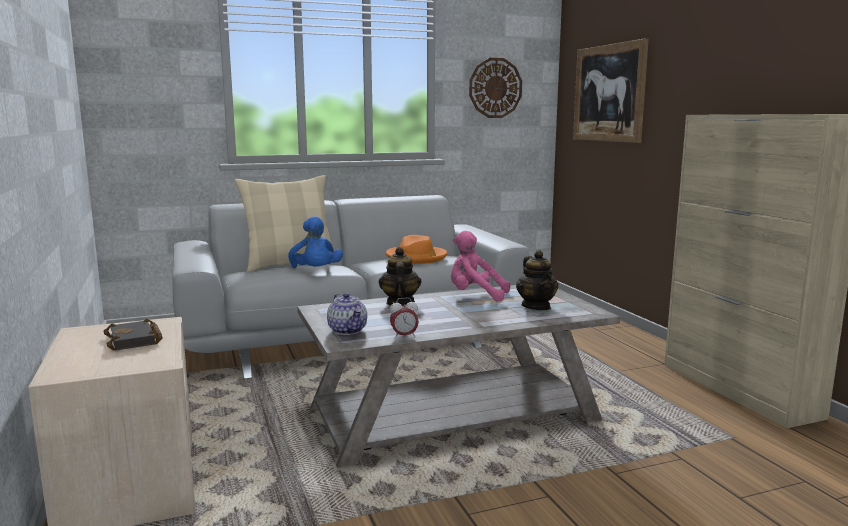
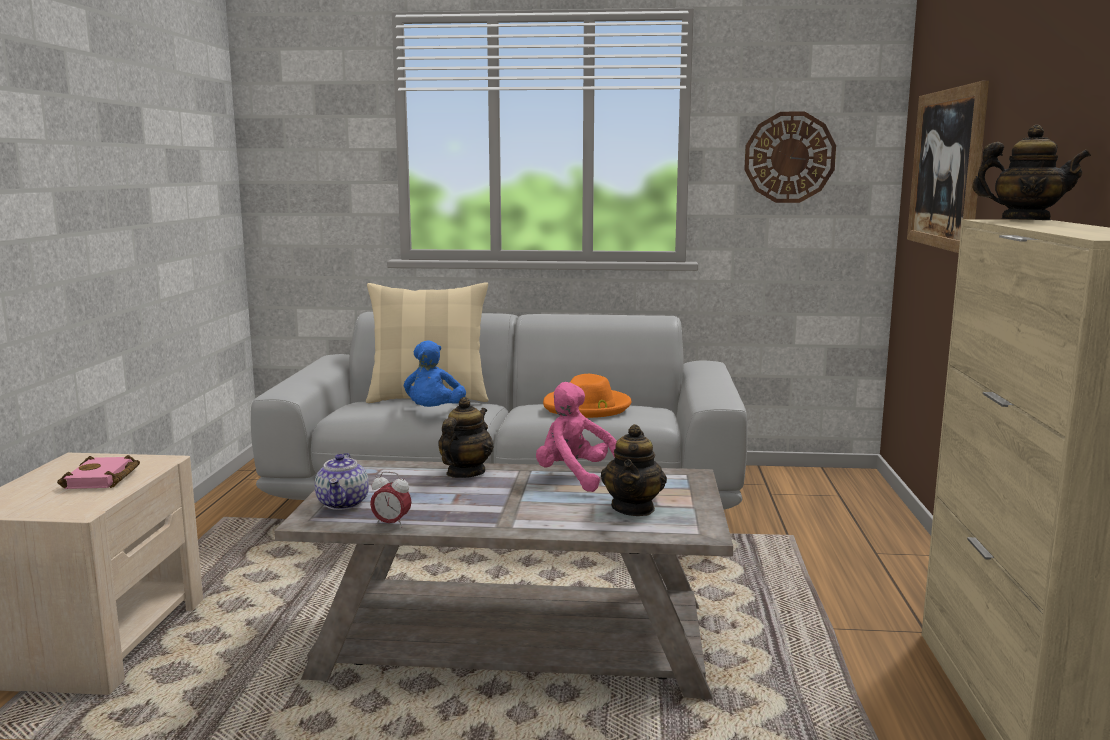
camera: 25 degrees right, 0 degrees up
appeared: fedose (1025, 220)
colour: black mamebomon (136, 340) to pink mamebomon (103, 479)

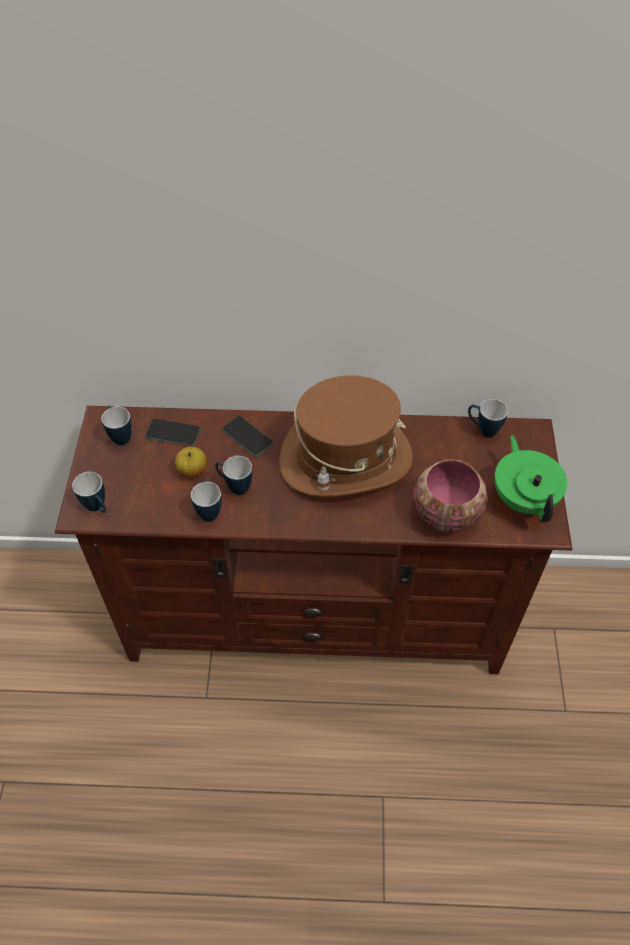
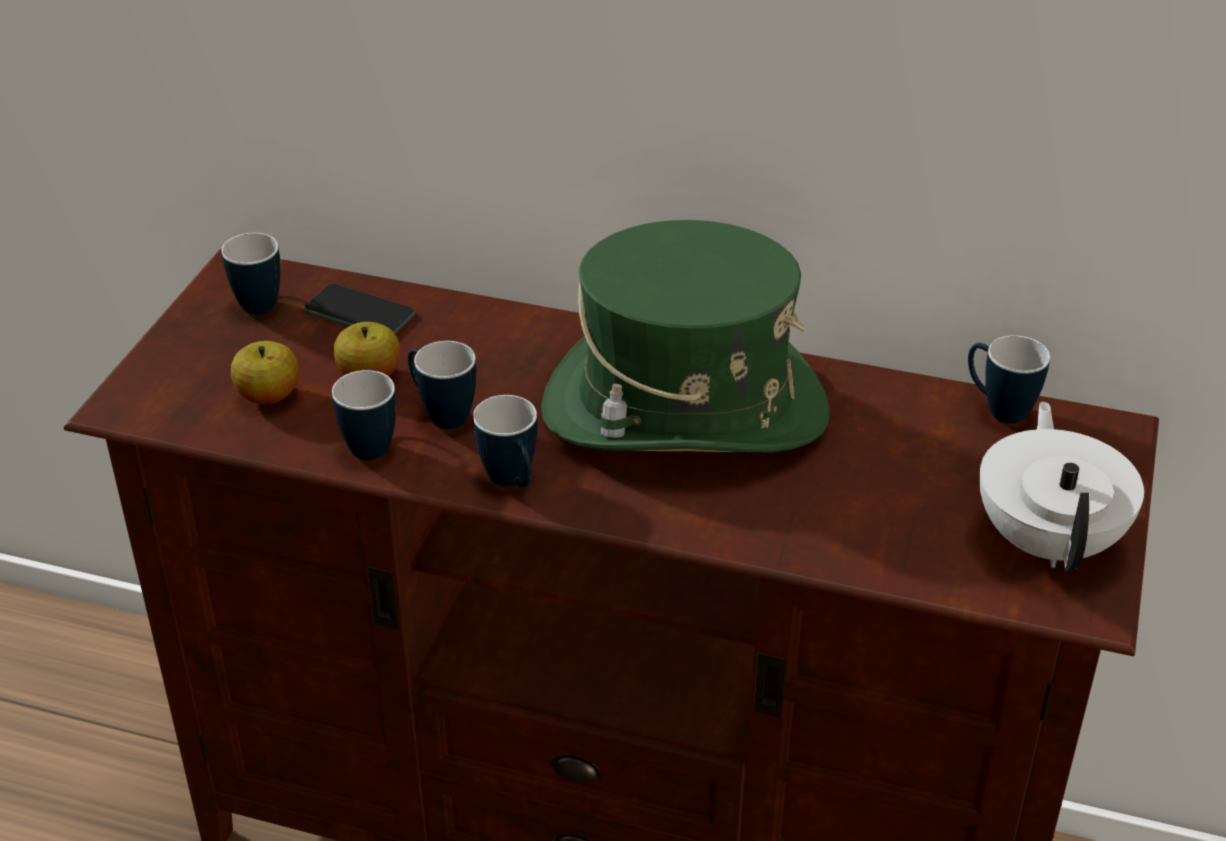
camera: 15 degrees right, 15 degrees down
missing: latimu (247, 437); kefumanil (444, 512)
appeared: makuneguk (268, 396)
relocated: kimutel (98, 508) to (513, 483)
colour: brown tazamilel (346, 460) to green tazamilel (684, 410); green fedose (523, 498) to white fedose (1049, 540)

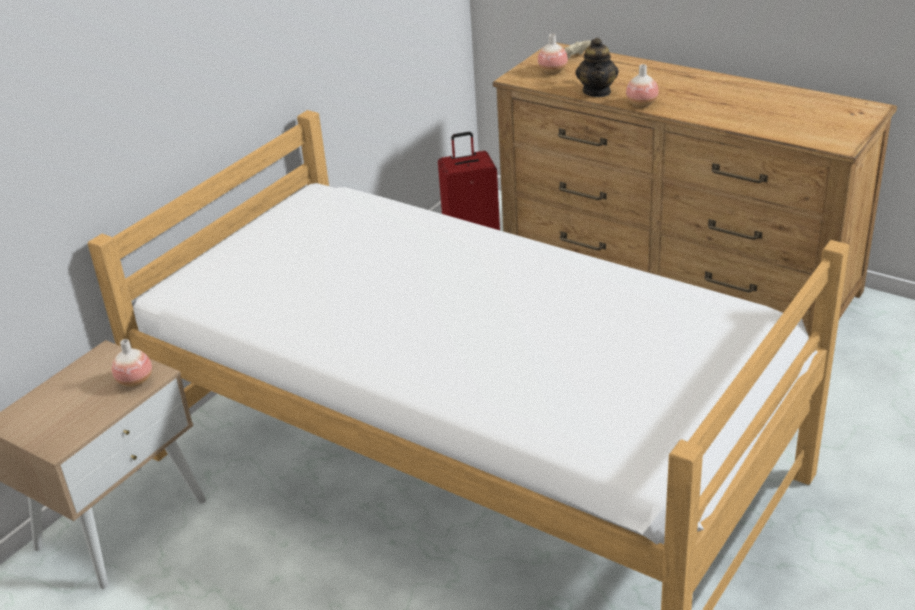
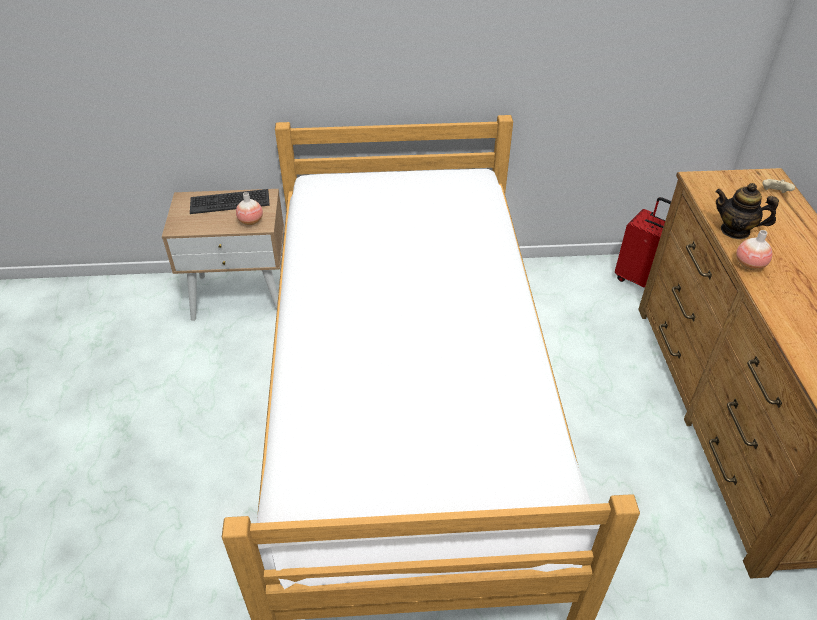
camera: 50 degrees right, 10 degrees up
missing: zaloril (552, 71)
appeared: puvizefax (230, 202)
spun: fedose (597, 91) = (735, 230) 60 degrees clockwise

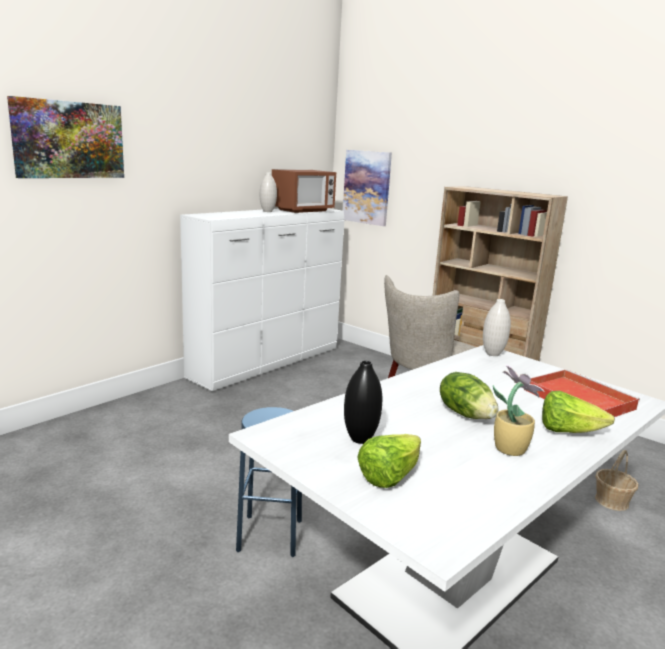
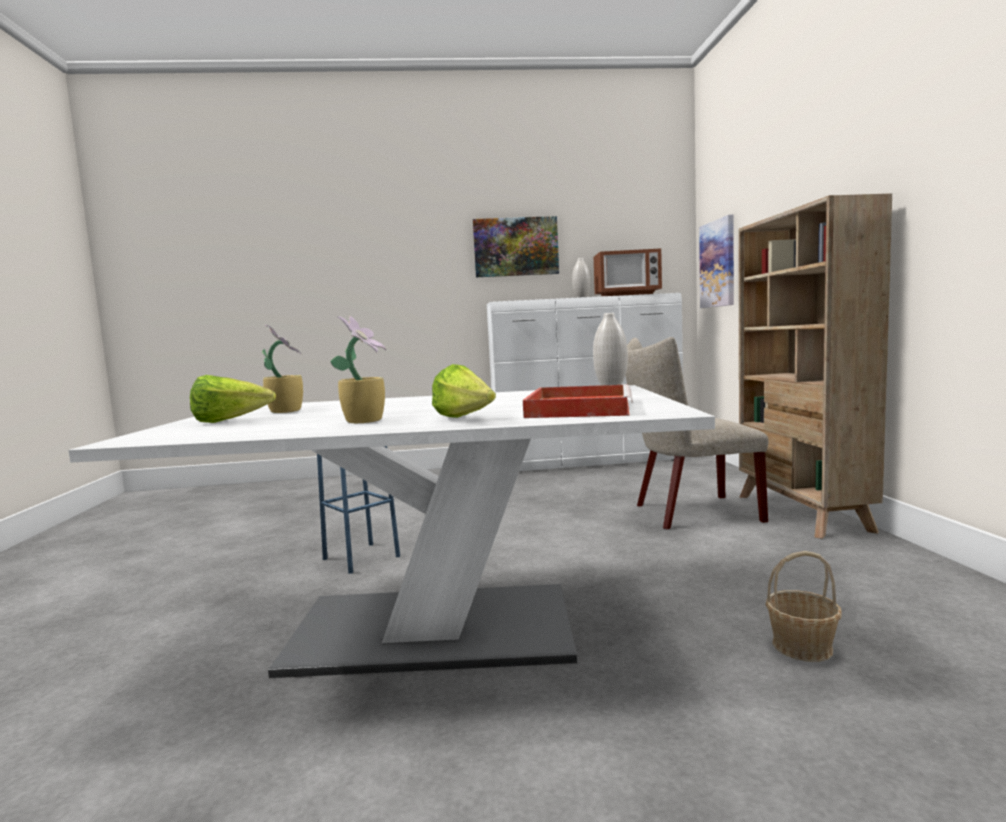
camera: 45 degrees right, 10 degrees down
missing: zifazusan (466, 414)
relocated: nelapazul (69, 140) to (515, 247)
exchanged: black zaloril (360, 439) to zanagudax (286, 411)

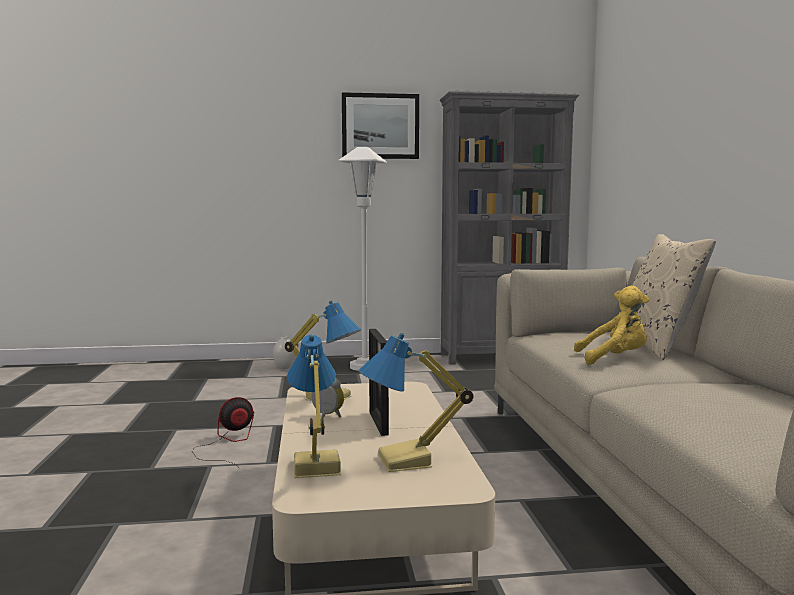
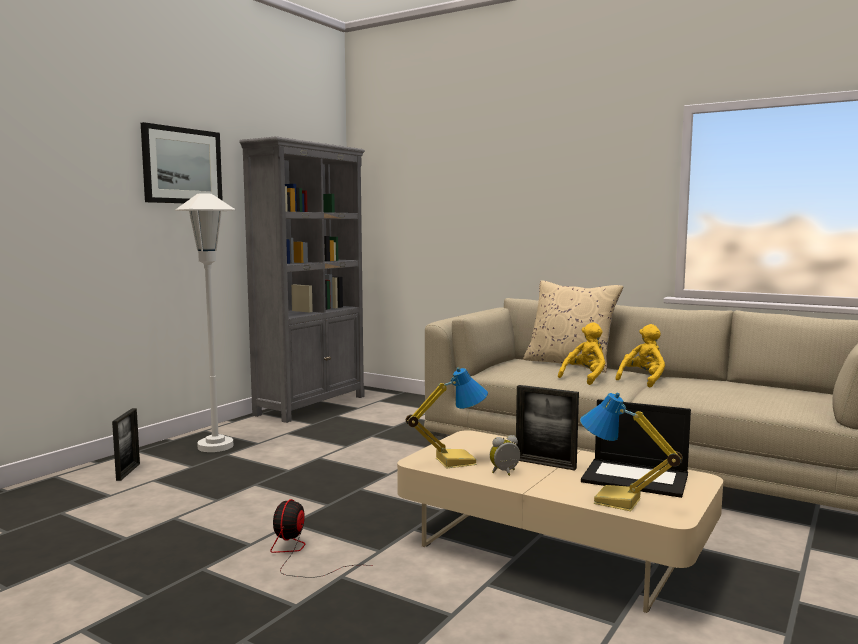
camera: 50 degrees left, 0 degrees up
appeared: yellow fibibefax (643, 380)
exchanged: white zaloril (285, 367) to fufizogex (128, 472); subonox (405, 462) to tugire (636, 478)

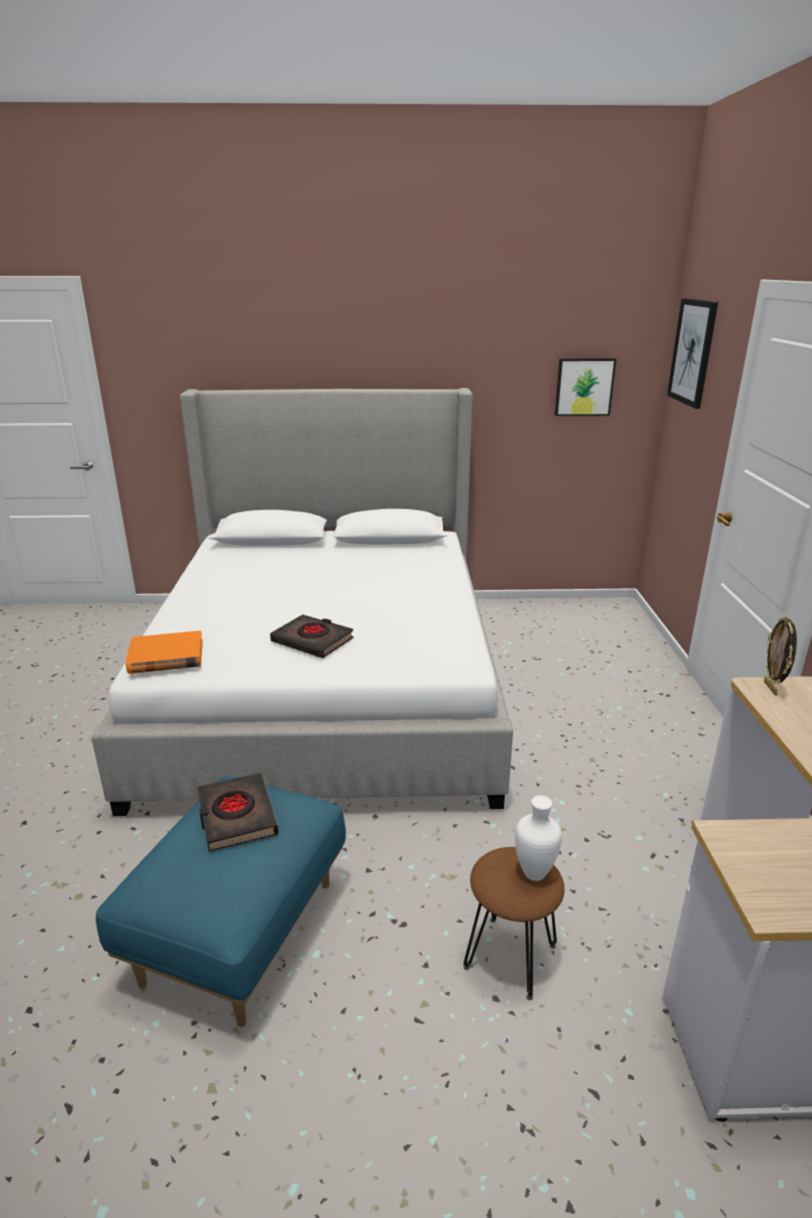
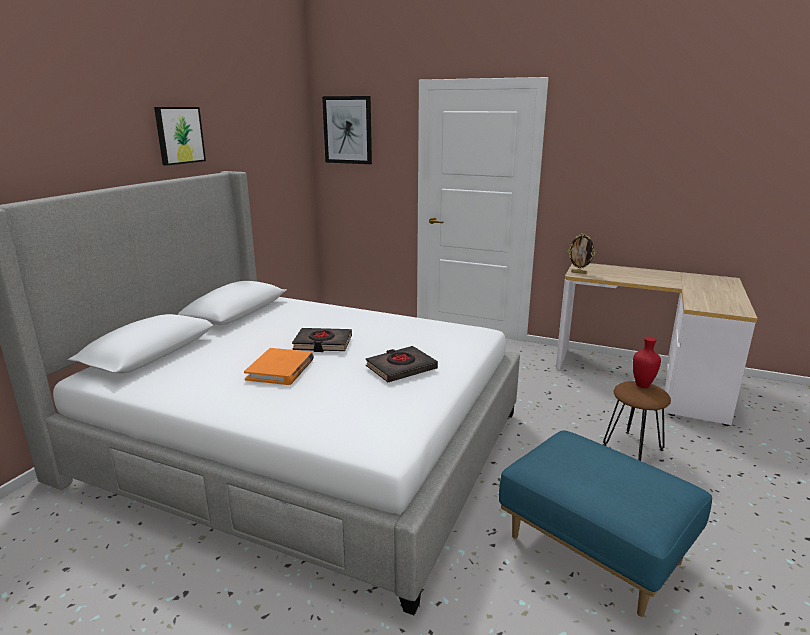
camera: 65 degrees left, 5 degrees down
relocated: orange mamebomon (166, 656) to (280, 369); black mamebomon (236, 816) to (322, 343); nelapazul (584, 387) to (179, 135)
colour: white zaloril (535, 872) to red zaloril (641, 385)

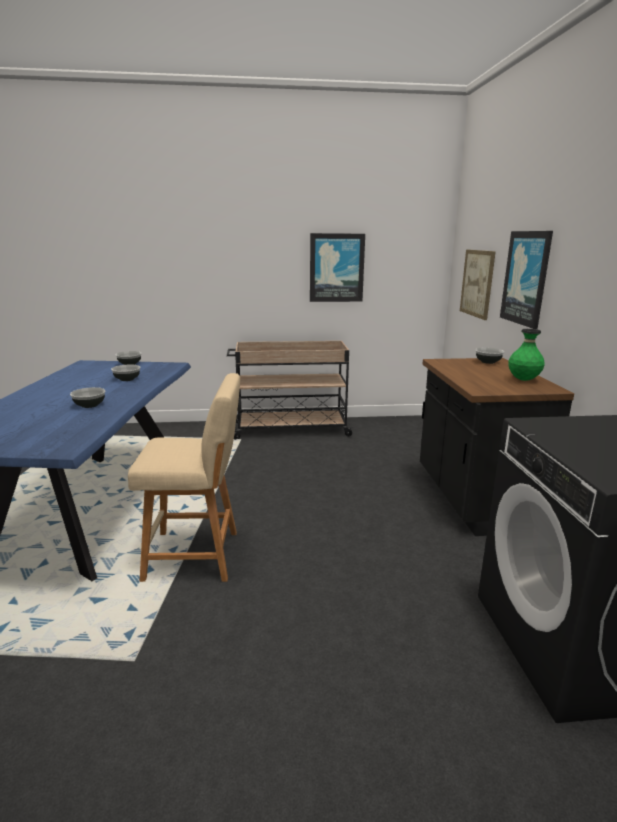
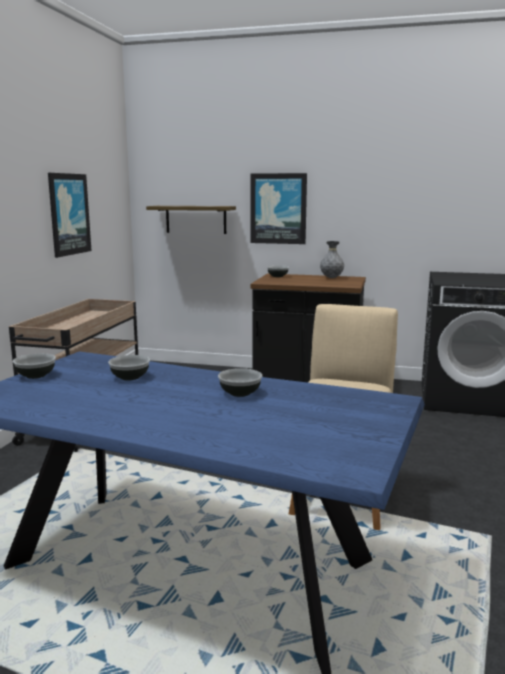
camera: 70 degrees left, 5 degrees down
exchanged: nelapazul (477, 283) to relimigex (196, 219)
colour: green zaloril (523, 380) to grey zaloril (331, 278)

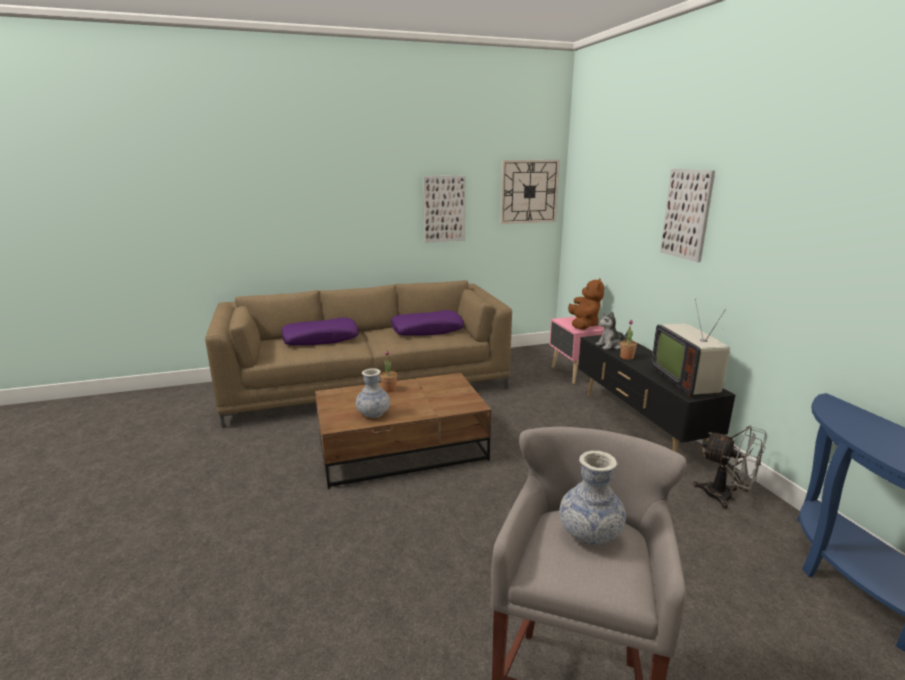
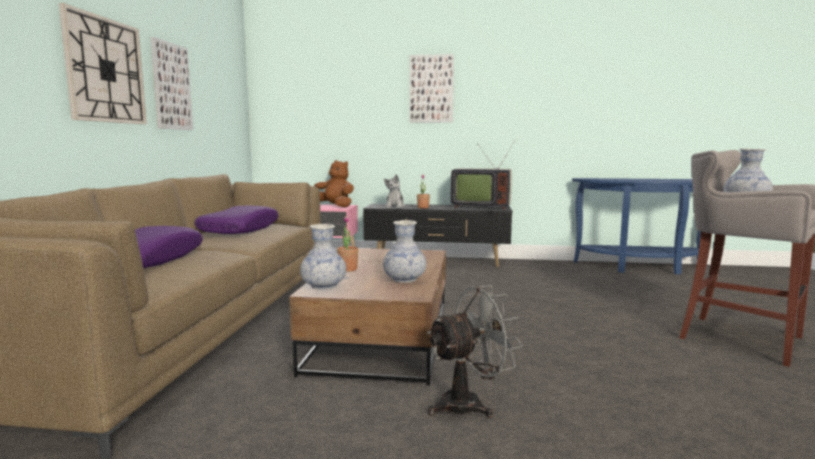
camera: 65 degrees left, 10 degrees down
appeared: zaloril (323, 286)
relocated: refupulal (529, 191) to (105, 70); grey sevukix (726, 497) to (469, 403)

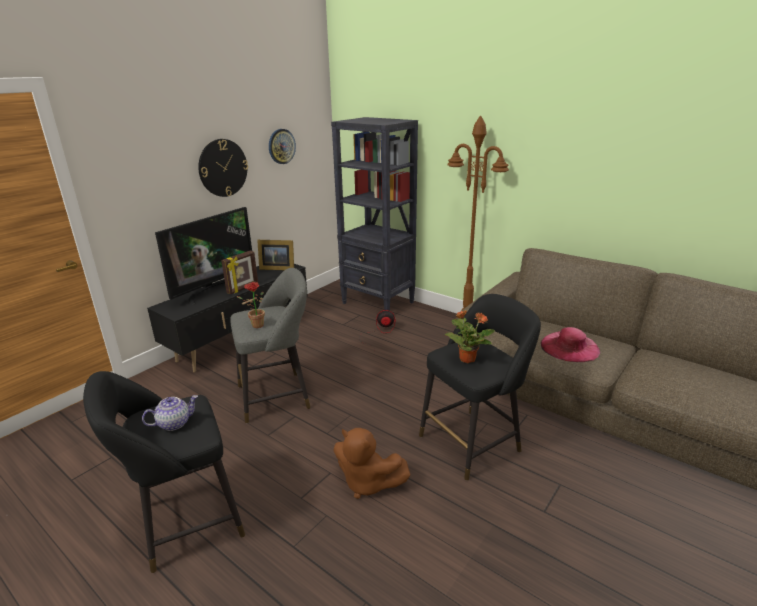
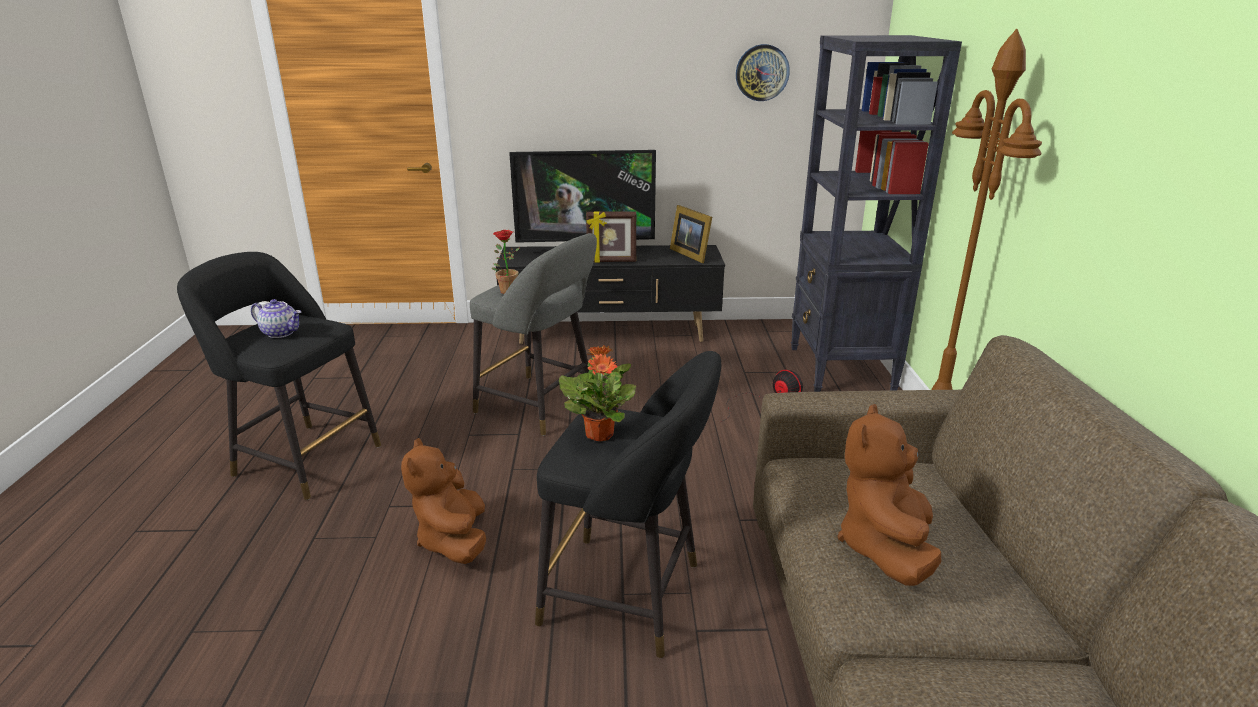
camera: 50 degrees right, 0 degrees up
missing: refupulal (223, 168)
exchanged: pink tazamilel (569, 347) to brown fibibefax (884, 548)

